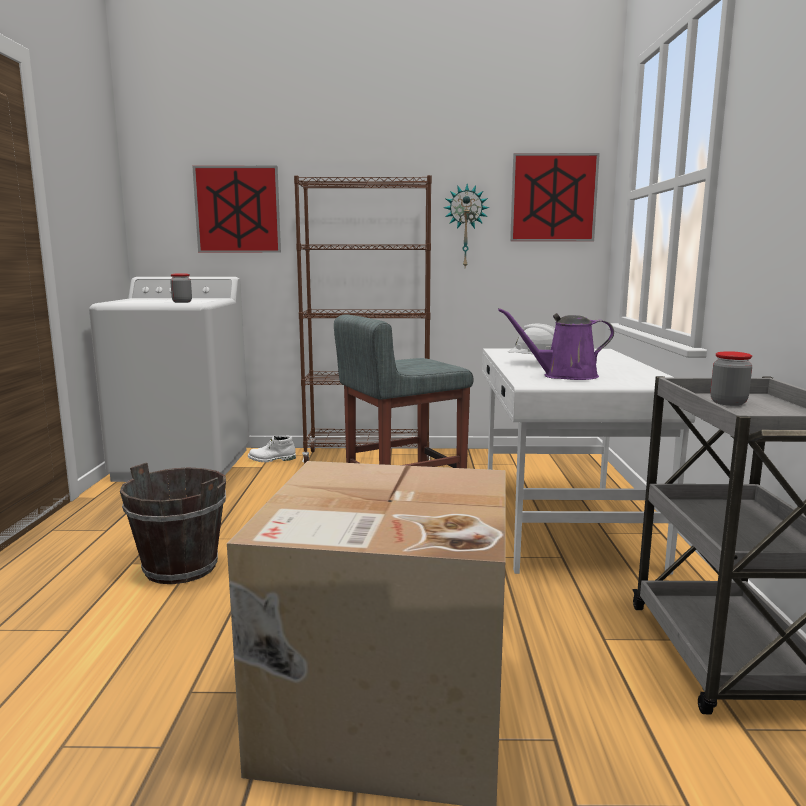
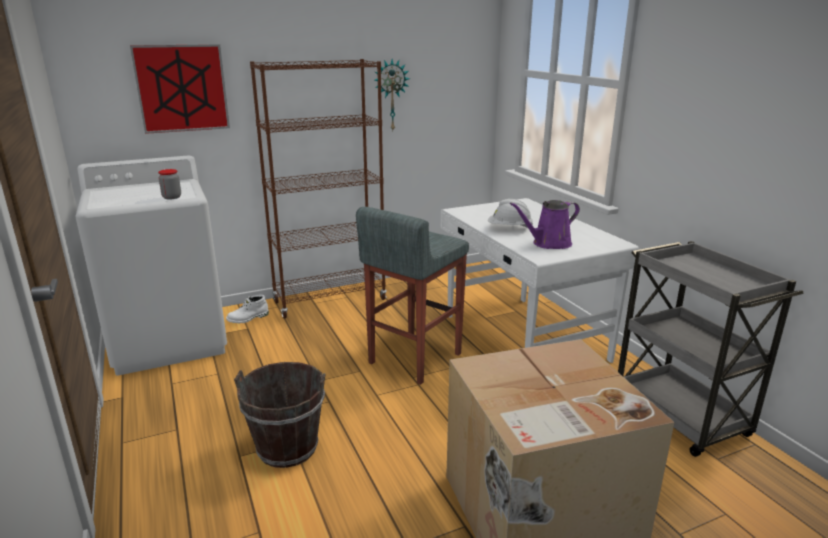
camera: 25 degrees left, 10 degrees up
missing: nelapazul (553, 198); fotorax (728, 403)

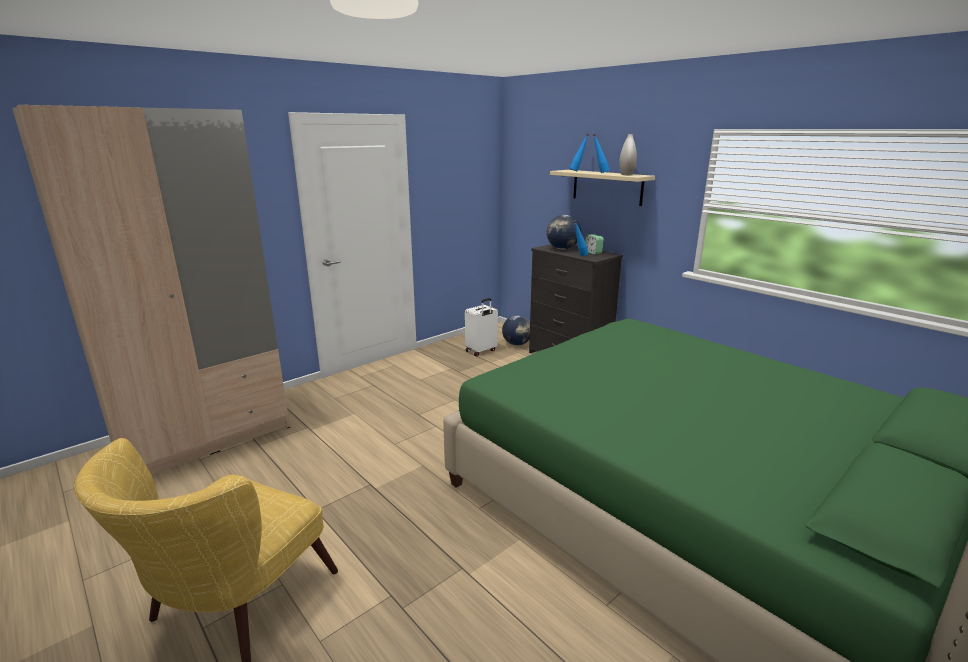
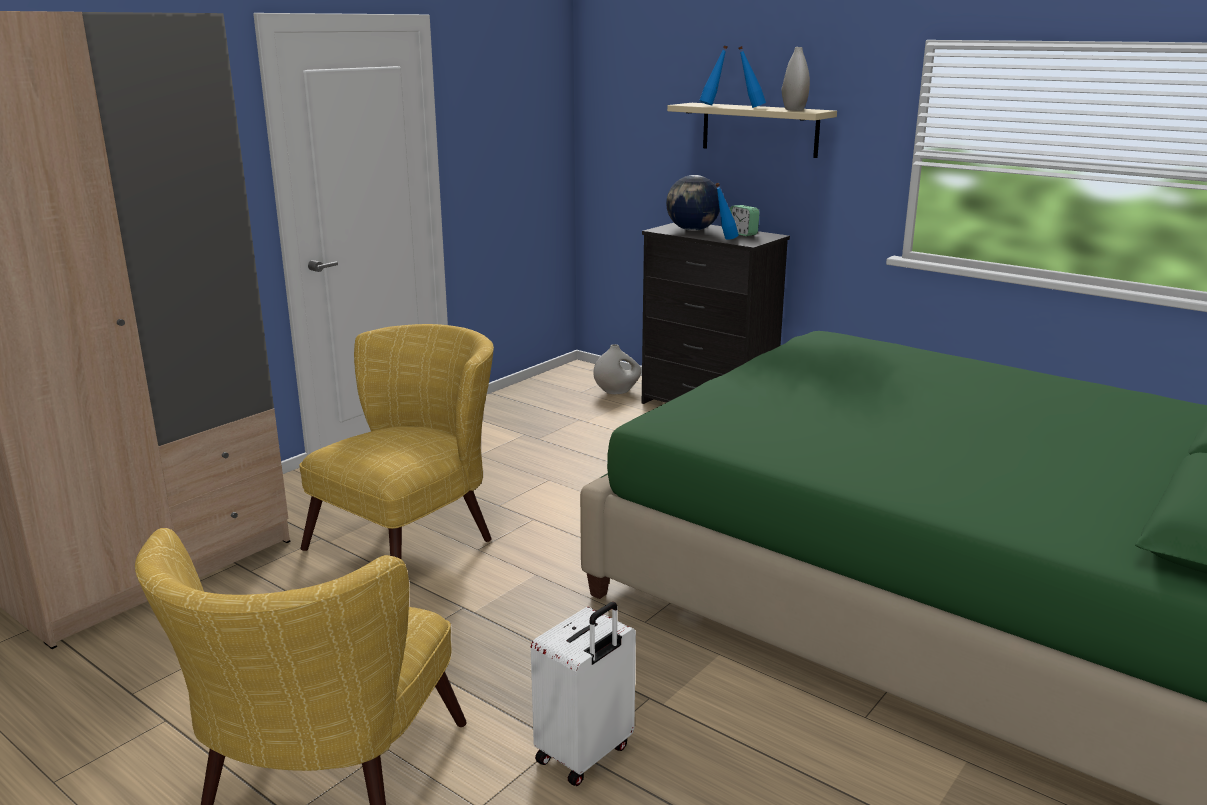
camera: 10 degrees left, 0 degrees up
appeared: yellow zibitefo (414, 538)
relocated: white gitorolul (481, 351) to (585, 754)
exchanged: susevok (517, 344) to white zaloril (617, 391)

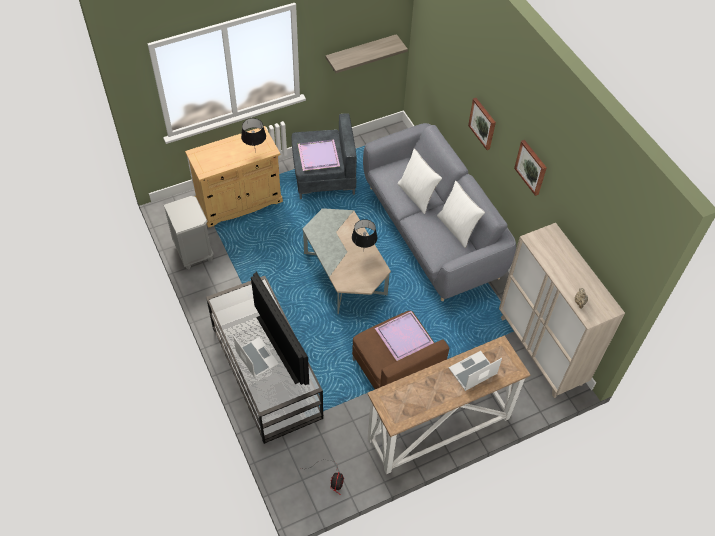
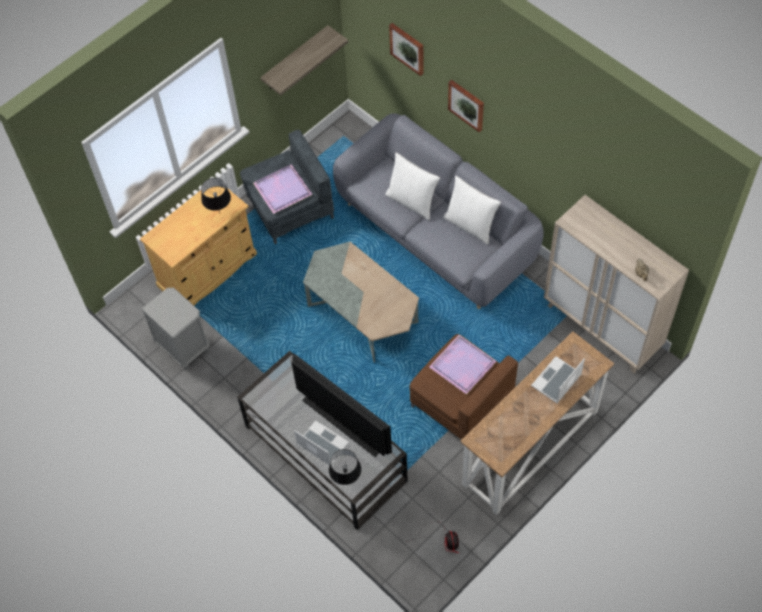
camera: 15 degrees left, 5 degrees up
relocated: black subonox (363, 251) to (346, 480); nelapazul (531, 167) to (407, 48)

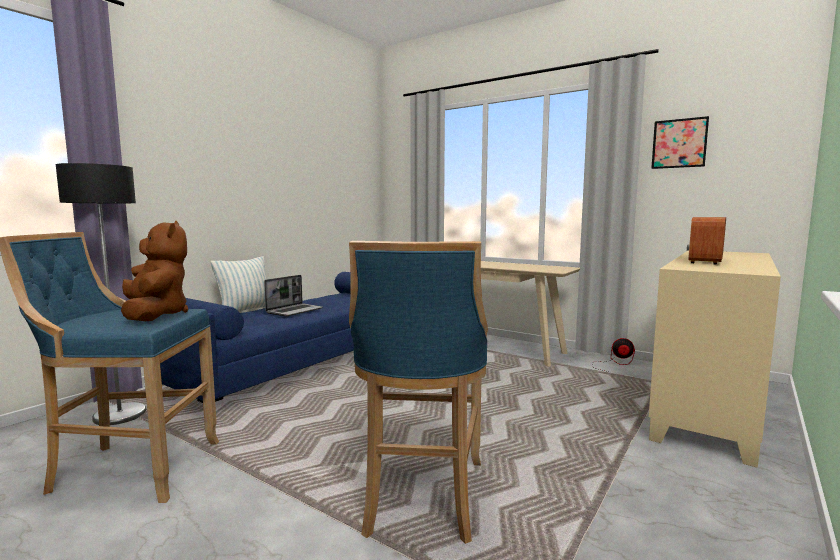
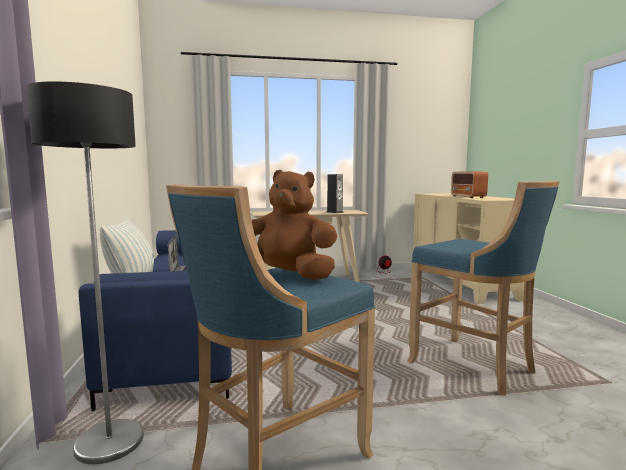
camera: 45 degrees left, 0 degrees up
missing: nelapazul (679, 143)
appeared: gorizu (334, 212)

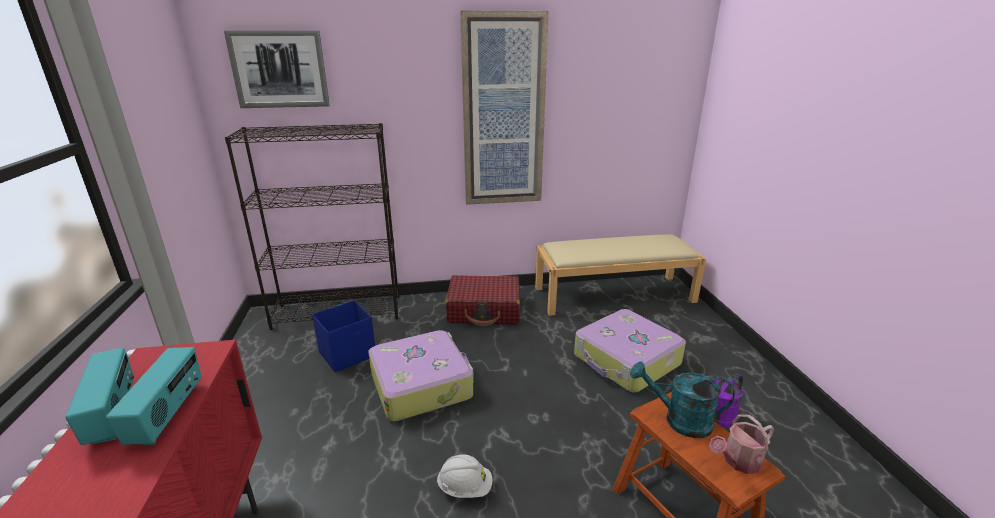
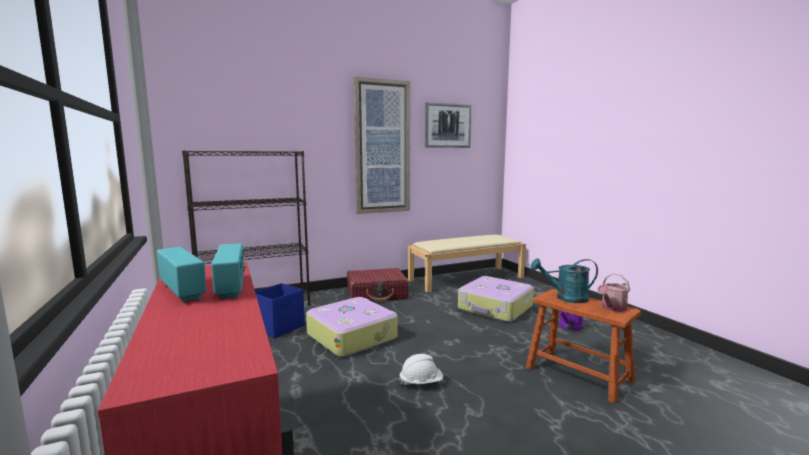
camera: 15 degrees left, 15 degrees down
relocated: nelapazul (279, 69) to (448, 125)

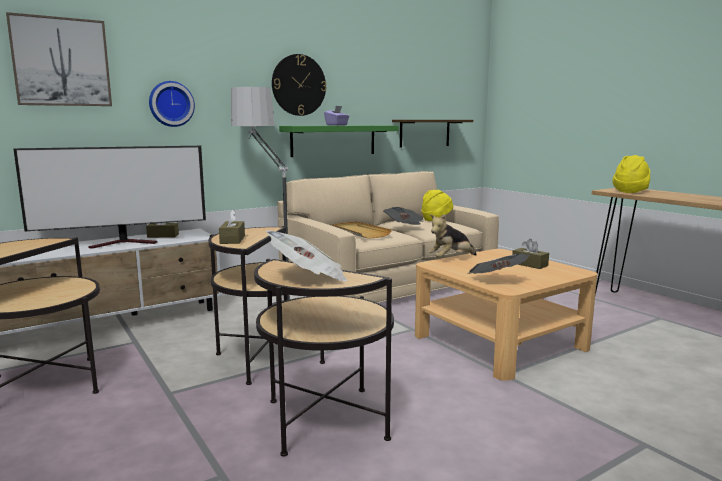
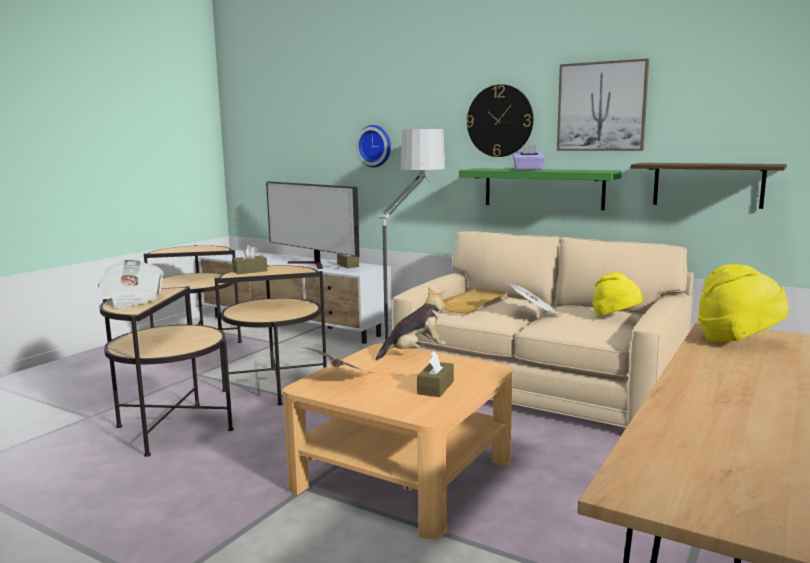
camera: 65 degrees right, 0 degrees up
relocated: nelapazul (61, 62) to (601, 106)
spun: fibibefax (451, 259) = (415, 353) 120 degrees clockwise

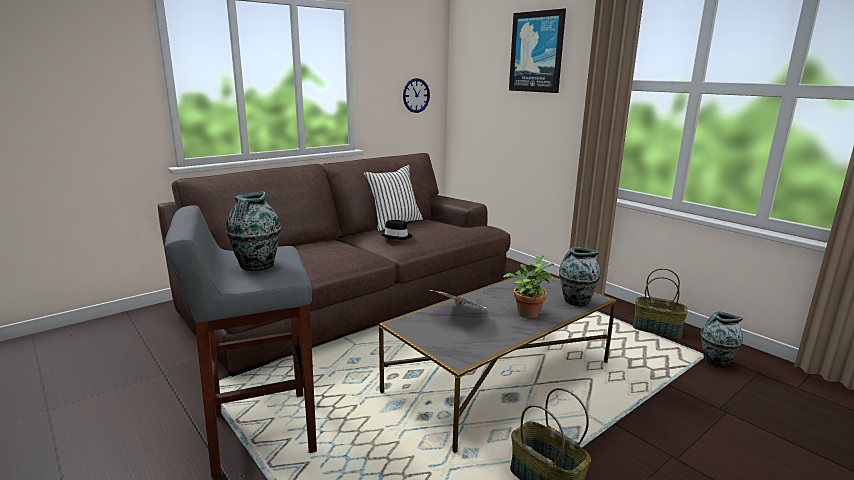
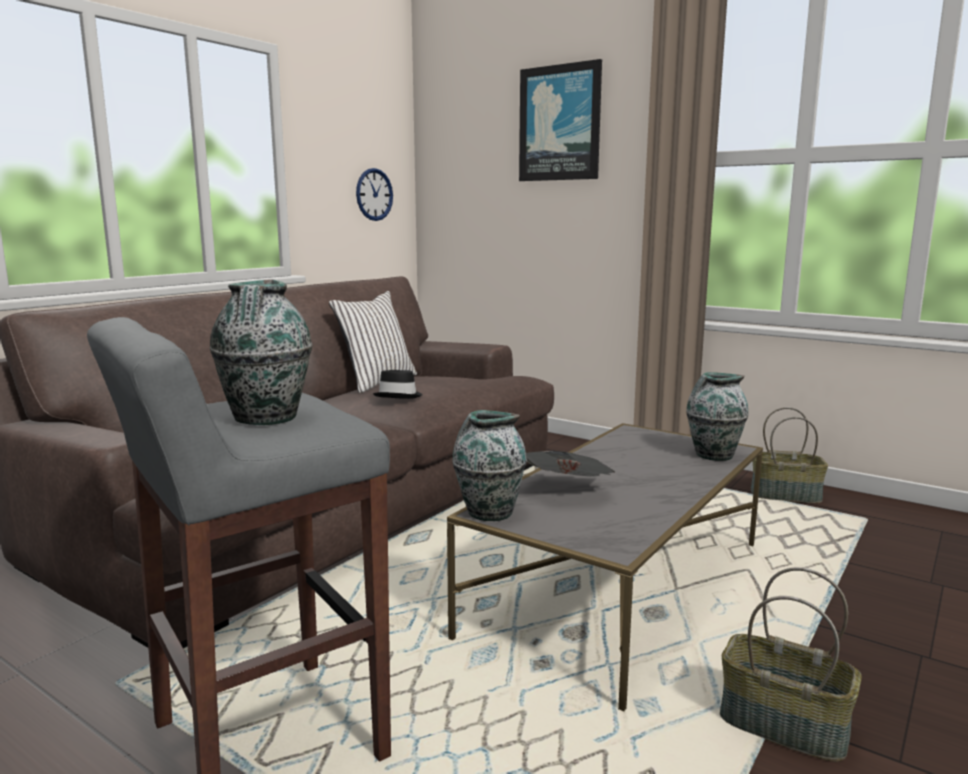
camera: 15 degrees left, 5 degrees down
missing: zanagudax (528, 312)
relocated: zaloril (715, 361) to (488, 512)

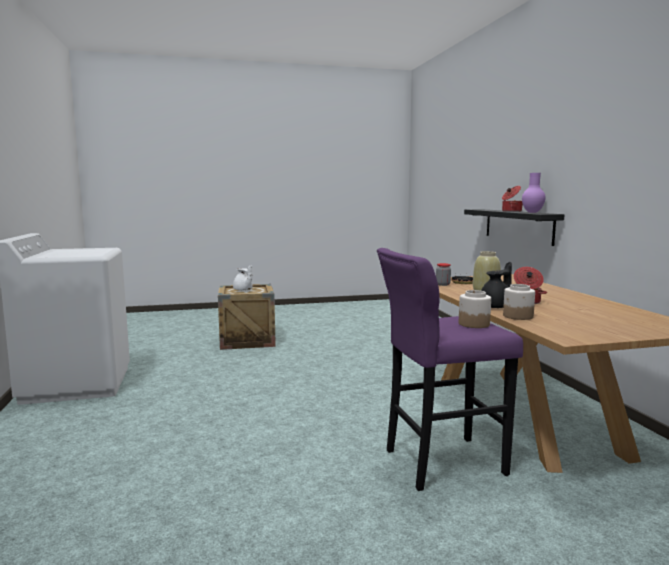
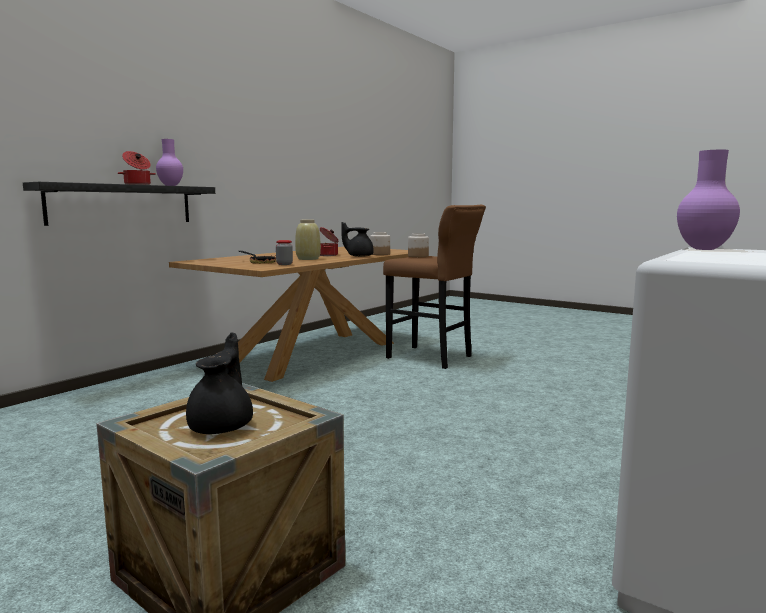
camera: 130 degrees left, 0 degrees up
appeared: purple zaloril (703, 249)
colour: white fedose (243, 290) to black fedose (223, 426); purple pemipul (439, 463) to brown pemipul (432, 358)

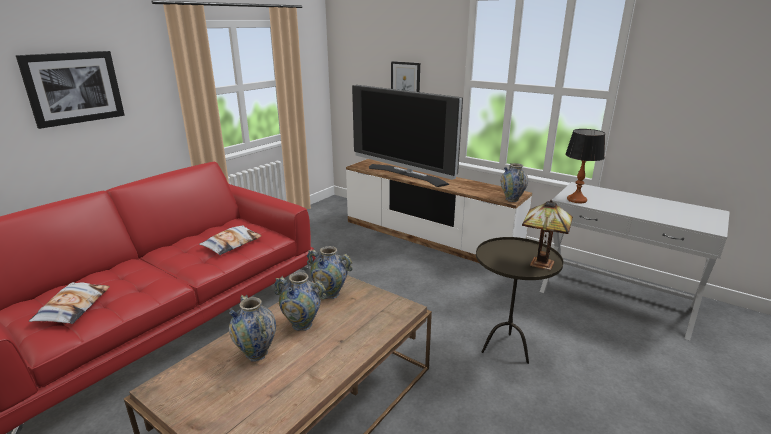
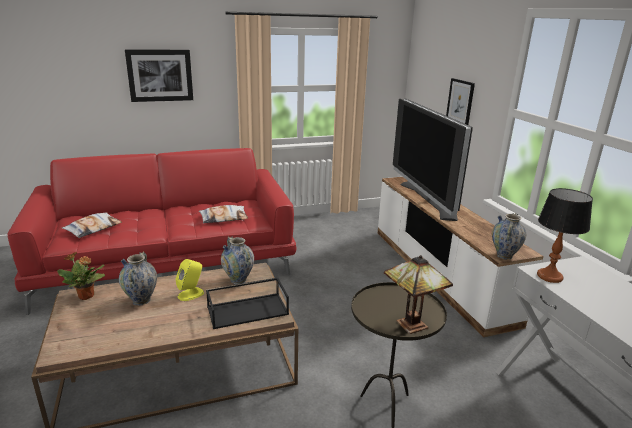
camera: 35 degrees right, 0 degrees up
appeared: zanagudax (86, 296); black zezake (248, 310)
exchanged: zaloril (302, 325) to yellow gorizu (191, 294)

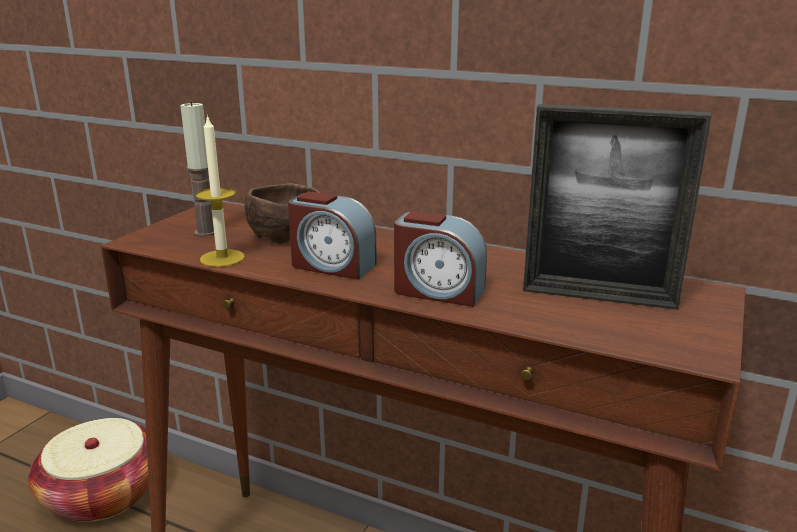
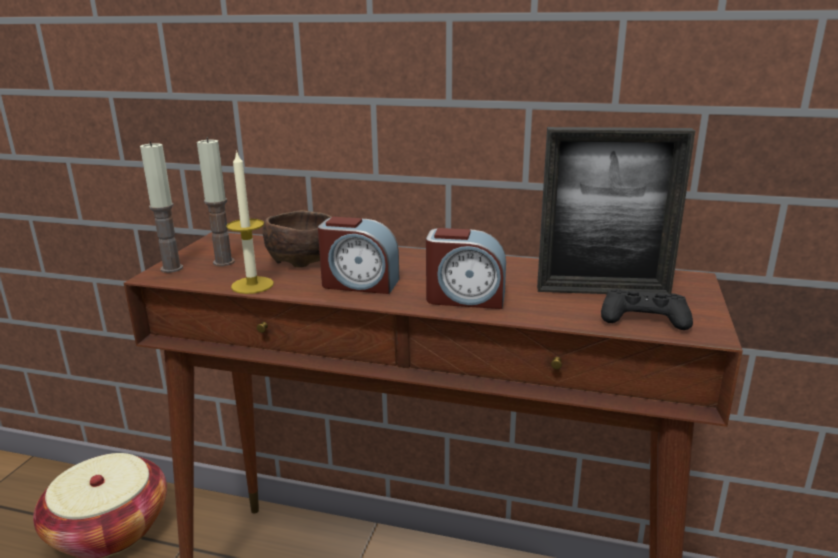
camera: 10 degrees left, 0 degrees up
appeared: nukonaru (172, 268); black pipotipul (644, 318)

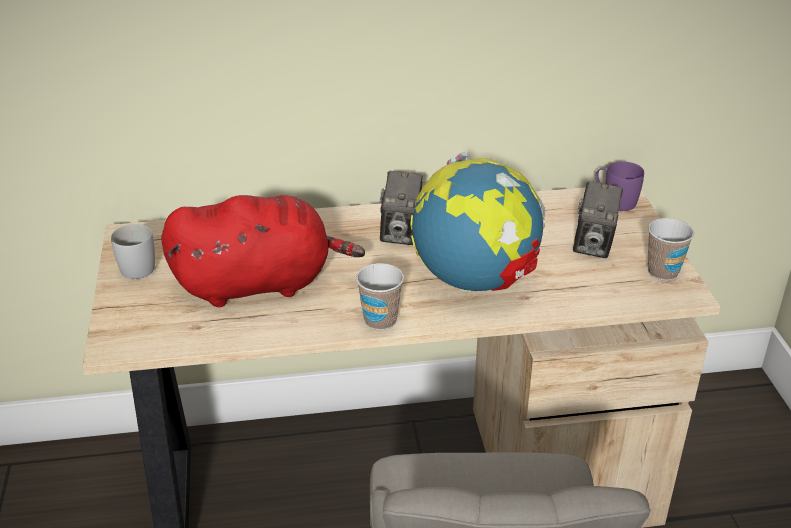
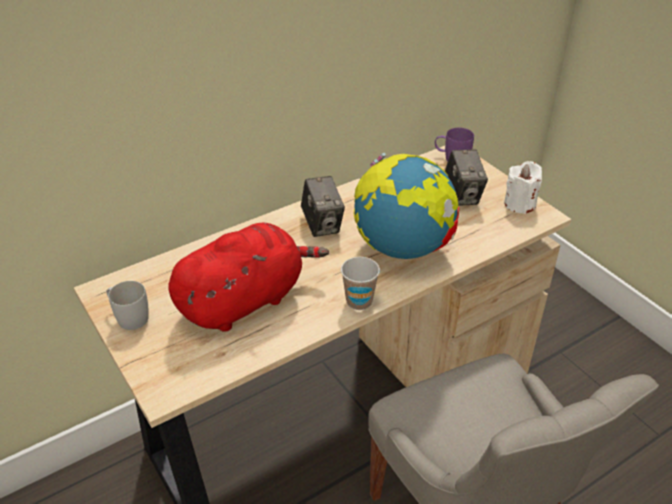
camera: 25 degrees left, 5 degrees up
exchanged: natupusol (663, 272) to white nukonaru (520, 204)

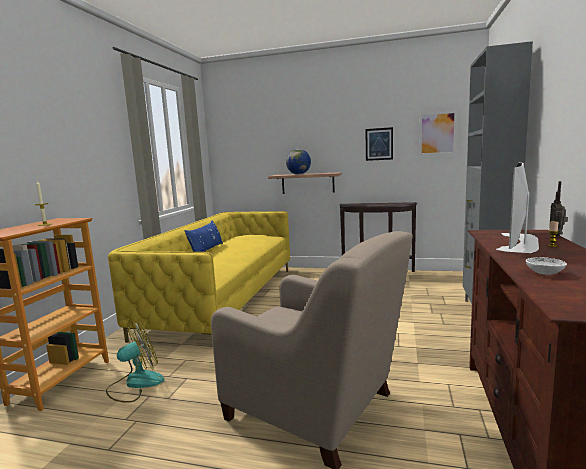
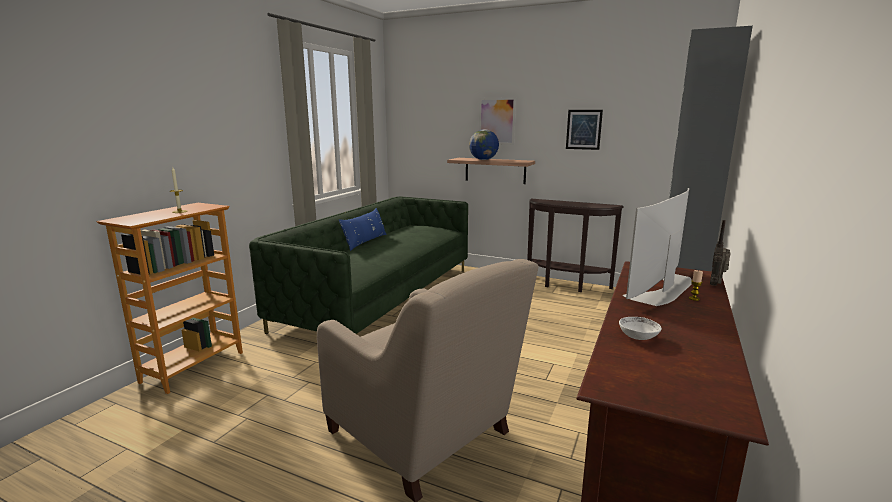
camera: 10 degrees right, 5 degrees up
missing: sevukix (135, 384)
relocated: nelapazul (437, 133) to (497, 121)
colour: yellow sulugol (224, 298) to green sulugol (381, 296)

